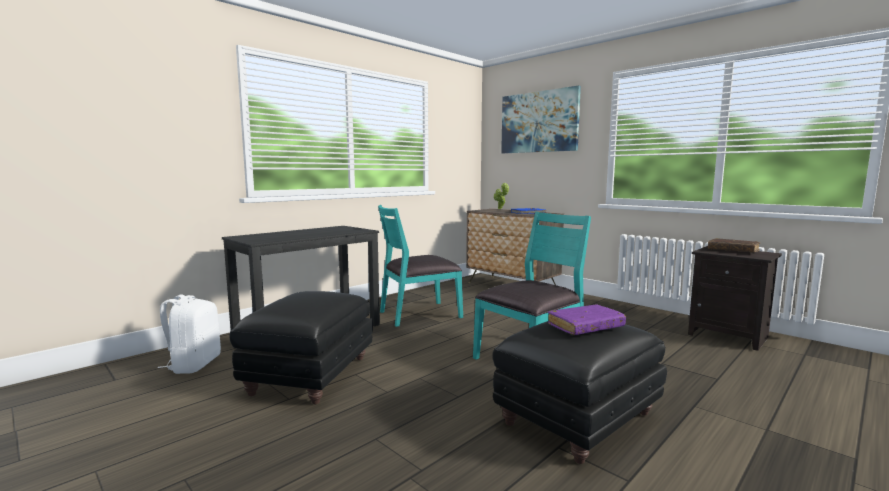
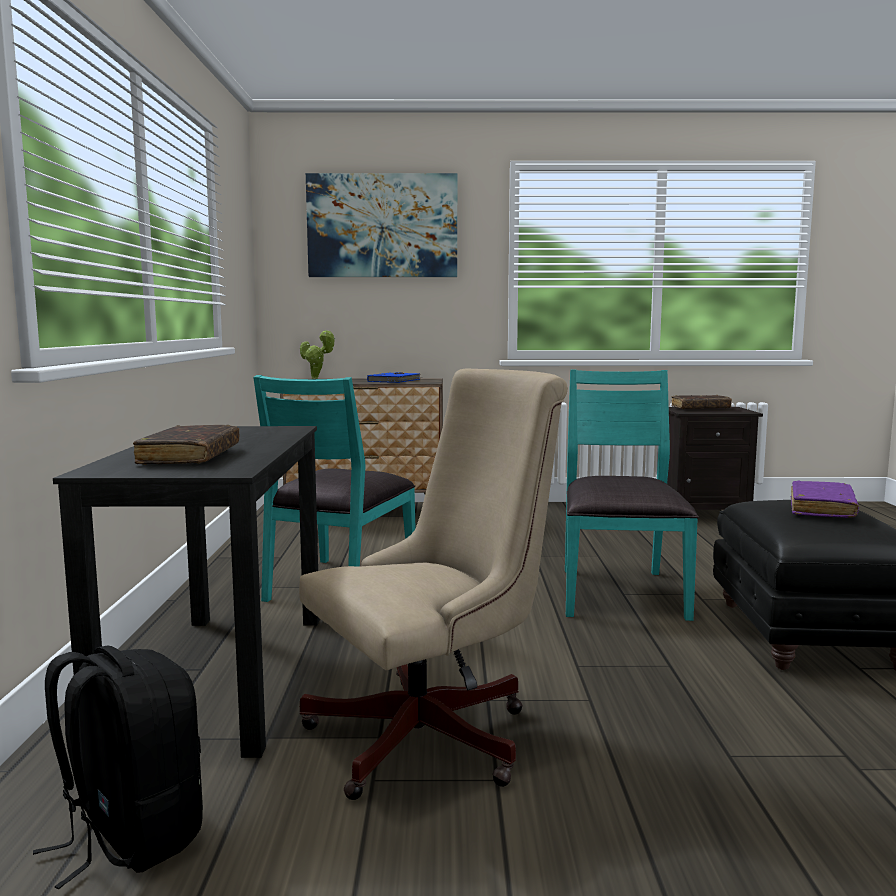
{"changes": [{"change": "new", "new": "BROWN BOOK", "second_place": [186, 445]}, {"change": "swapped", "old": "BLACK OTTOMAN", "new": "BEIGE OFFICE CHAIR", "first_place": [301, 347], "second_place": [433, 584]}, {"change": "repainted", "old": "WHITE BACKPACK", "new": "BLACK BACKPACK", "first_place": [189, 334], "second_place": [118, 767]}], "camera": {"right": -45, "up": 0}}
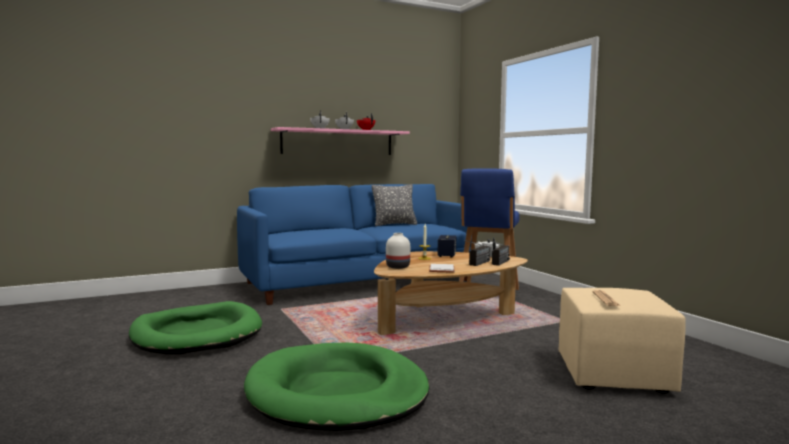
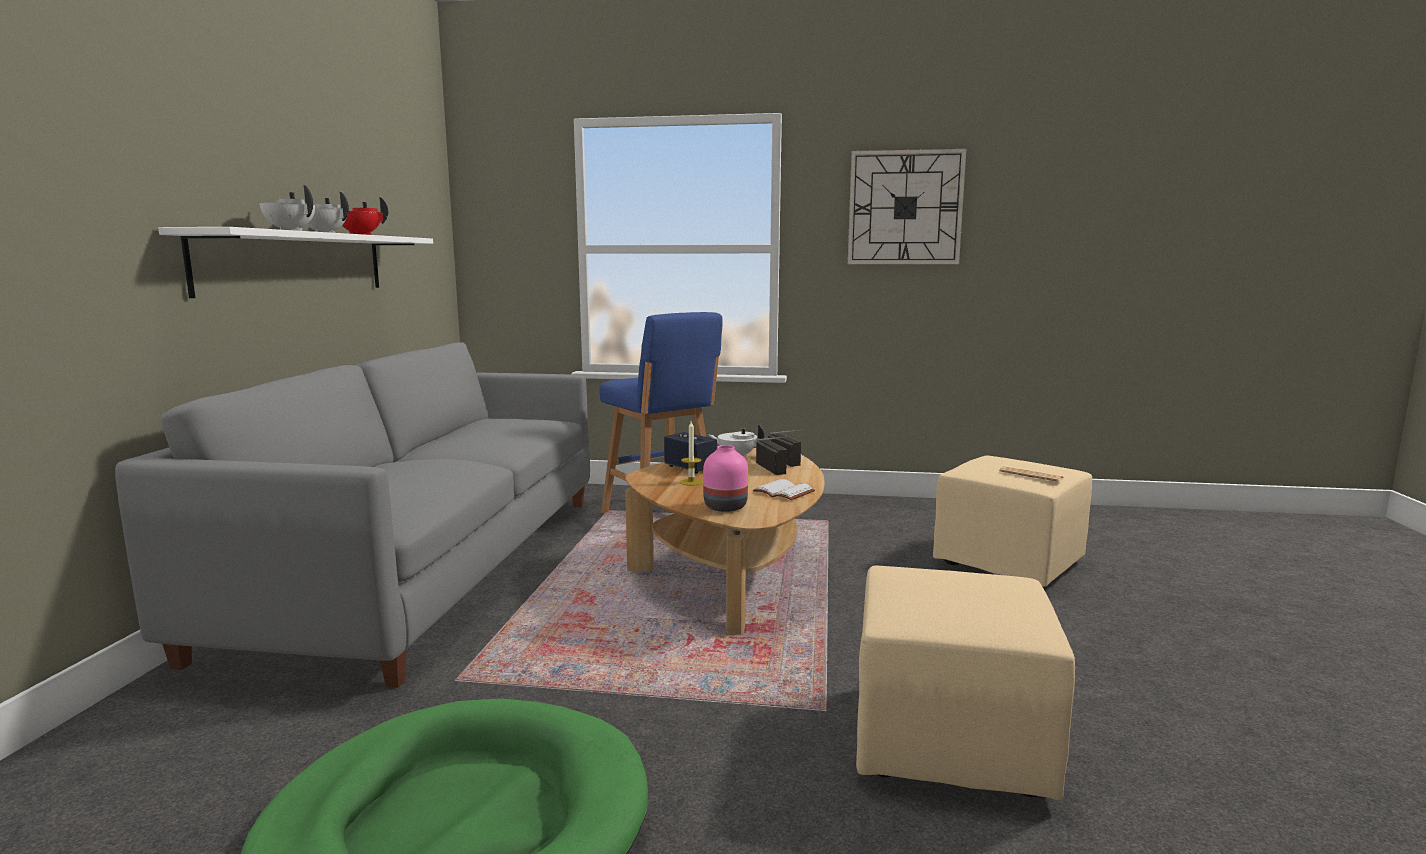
{"changes": [{"change": "gone", "old": "GREY PILLOW", "first_place": [394, 205]}, {"change": "new", "new": "WALL CLOCK", "second_place": [907, 206]}, {"change": "swapped", "old": "GREEN DOG BED", "new": "BEIGE OTTOMAN", "first_place": [336, 387], "second_place": [965, 683]}, {"change": "repainted", "old": "BLUE SOFA", "new": "GREY SOFA", "first_place": [354, 244], "second_place": [352, 515]}, {"change": "repainted", "old": "PINK SHELF", "new": "WHITE SHELF", "first_place": [340, 141], "second_place": [296, 262]}, {"change": "repainted", "old": "WHITE VASE", "new": "PINK VASE", "first_place": [398, 251], "second_place": [725, 478]}], "camera": {"right": -55, "up": 5}}
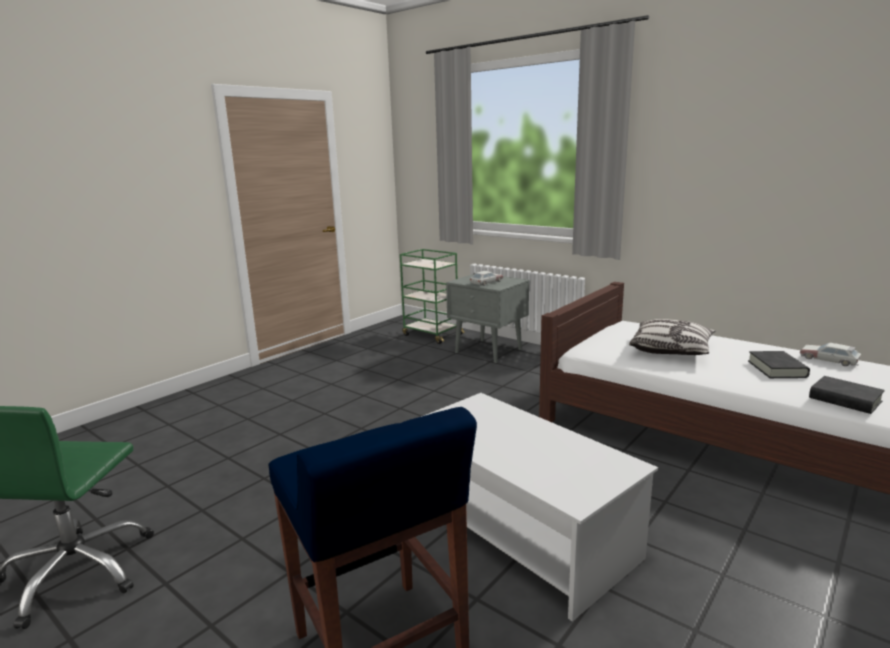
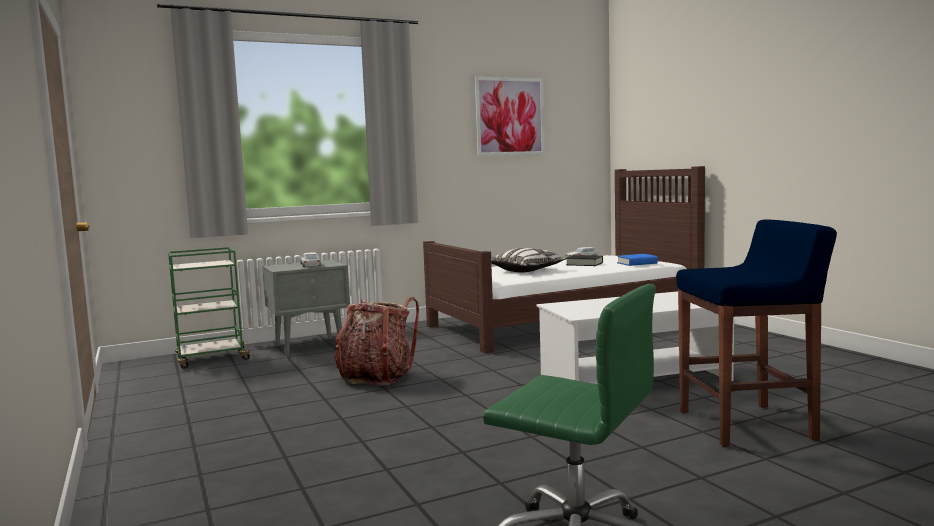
{"changes": [{"change": "new", "new": "BACKPACK", "second_place": [376, 341]}, {"change": "new", "new": "PICTURE", "second_place": [510, 116]}, {"change": "repainted", "old": "BLACK BOOK", "new": "BLUE BOOK", "first_place": [847, 395], "second_place": [637, 260]}], "camera": {"right": -65, "up": -10}}
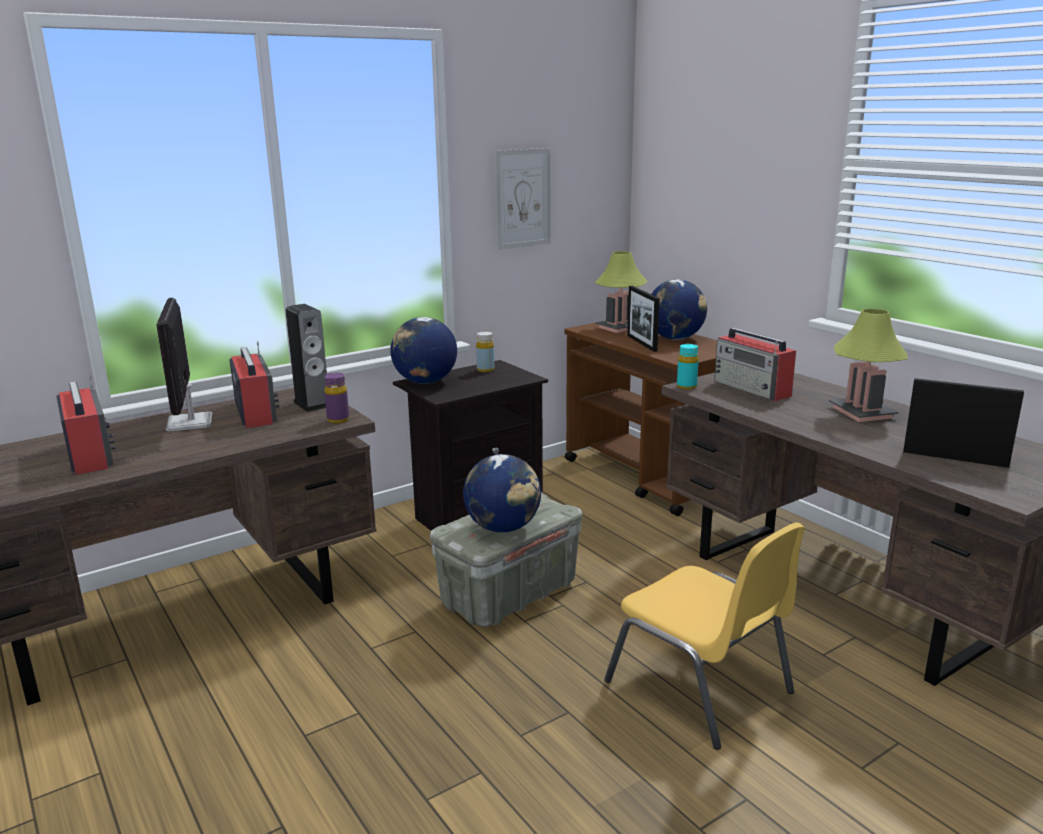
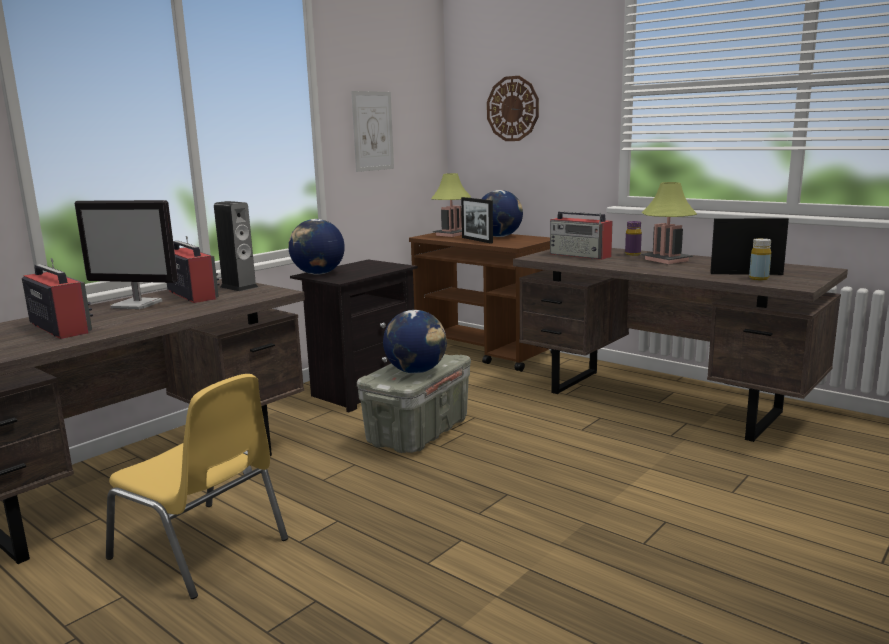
{"changes": [{"change": "gone", "old": "TURQUOISE BOTTLE", "first_place": [687, 367]}, {"change": "new", "new": "WALL CLOCK", "second_place": [513, 108]}, {"change": "shifted", "old": "PURPLE BOTTLE", "first_place": [336, 398], "second_place": [633, 238]}, {"change": "shifted", "old": "YELLOW BOTTLE", "first_place": [485, 351], "second_place": [760, 259]}, {"change": "shifted", "old": "YELLOW CHAIR", "first_place": [704, 636], "second_place": [197, 486]}, {"change": "rotated", "old": "MONITOR", "first_place": [184, 364], "second_place": [126, 254], "degrees": -45}], "camera": {"right": -15, "up": -5}}
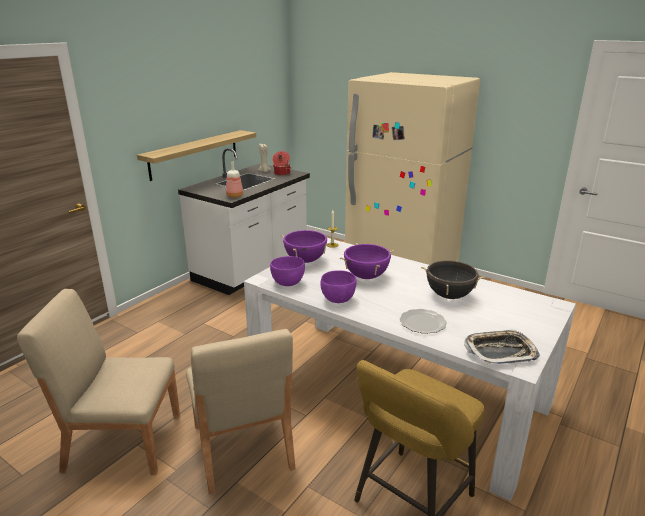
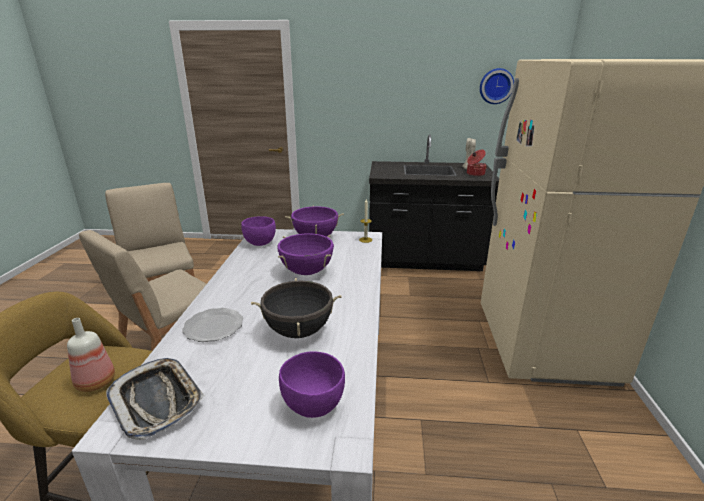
{"changes": [{"change": "gone", "old": "SHELF", "first_place": [196, 155]}, {"change": "new", "new": "WALL CLOCK", "second_place": [497, 86]}, {"change": "shifted", "old": "BOTTLE", "first_place": [234, 179], "second_place": [91, 355]}, {"change": "shifted", "old": "PURPLE BOWL", "first_place": [338, 286], "second_place": [312, 384]}, {"change": "repainted", "old": "WHITE COUNTER", "new": "BLACK COUNTER", "first_place": [244, 221], "second_place": [434, 202]}], "camera": {"right": 60, "up": 0}}
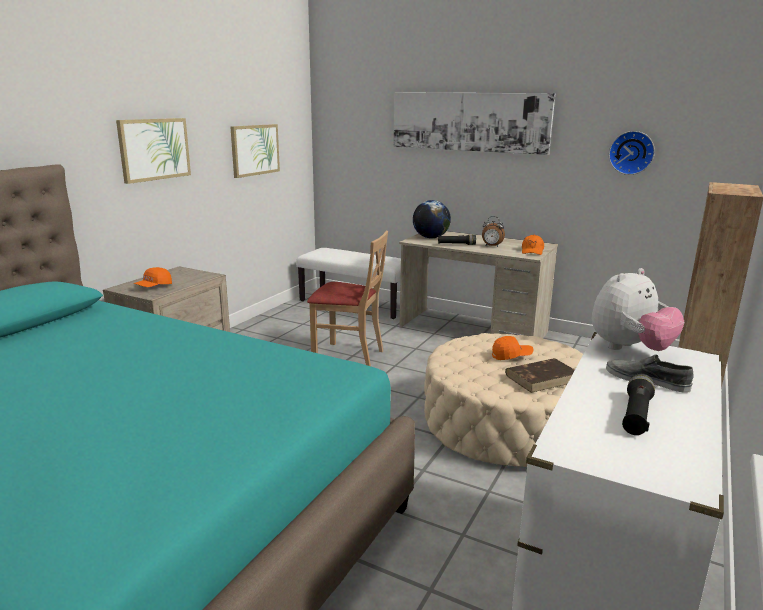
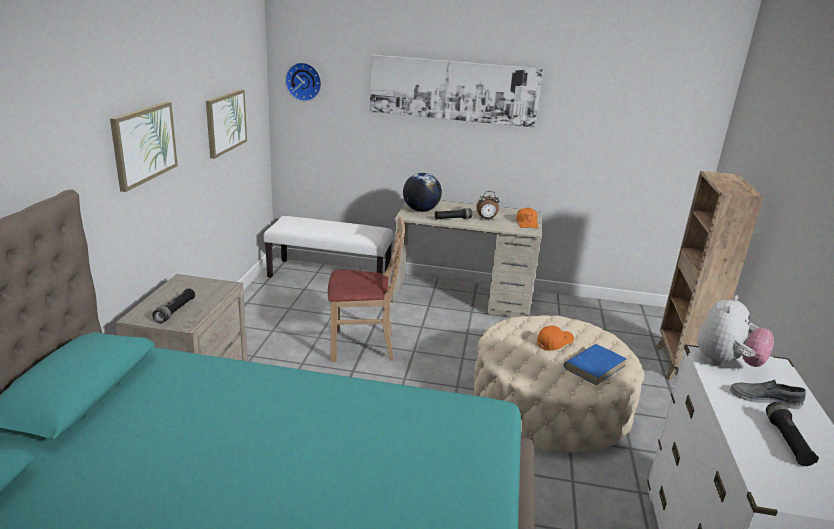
{"changes": [{"change": "shifted", "old": "WALL CLOCK", "first_place": [632, 153], "second_place": [303, 81]}, {"change": "swapped", "old": "ORANGE CAP", "new": "BLACK FLASHLIGHT", "first_place": [152, 277], "second_place": [173, 305]}, {"change": "repainted", "old": "BROWN BOOK", "new": "BLUE BOOK", "first_place": [540, 375], "second_place": [595, 364]}], "camera": {"right": -20, "up": 5}}
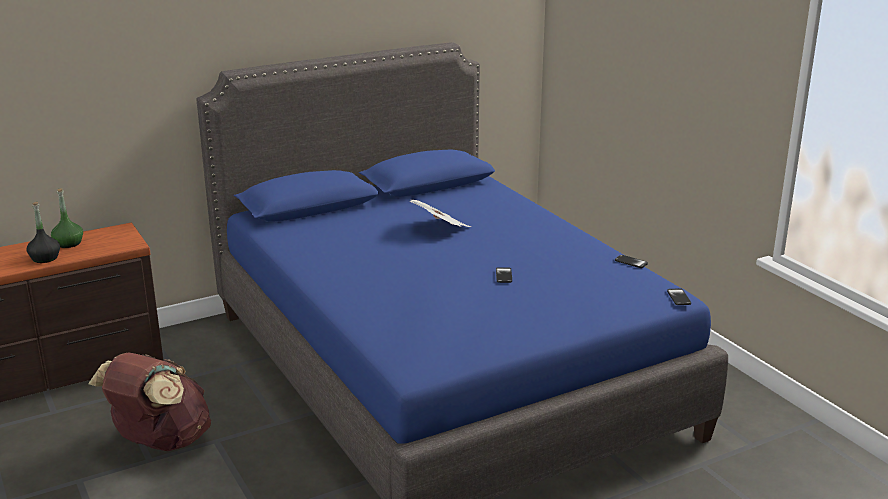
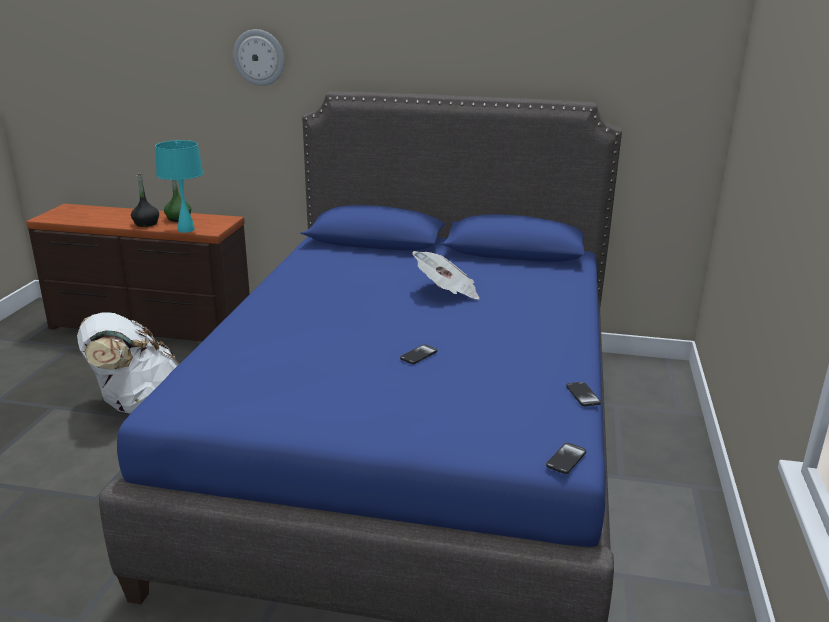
{"changes": [{"change": "new", "new": "TURQUOISE TABLE LAMP", "second_place": [179, 186]}, {"change": "new", "new": "WALL CLOCK", "second_place": [259, 57]}, {"change": "repainted", "old": "BROWN BACKPACK", "new": "WHITE BACKPACK", "first_place": [149, 402], "second_place": [128, 363]}], "camera": {"right": 40, "up": 0}}
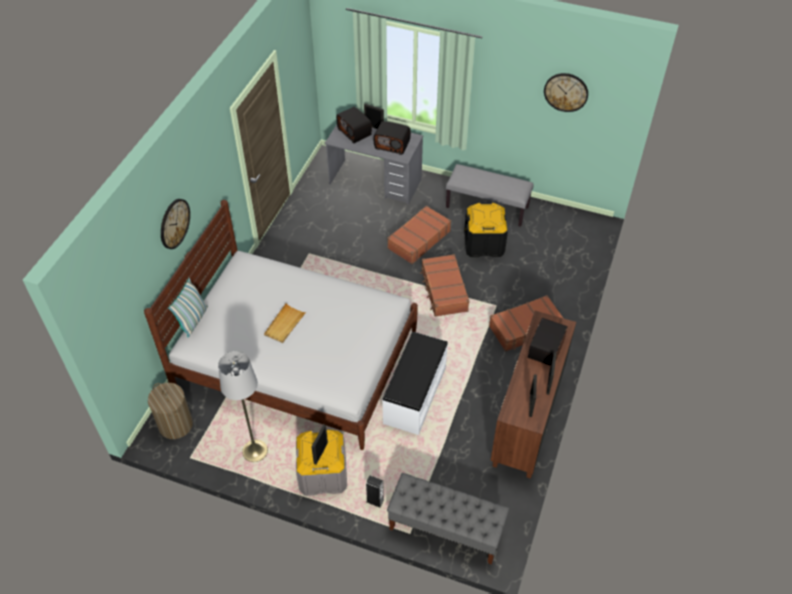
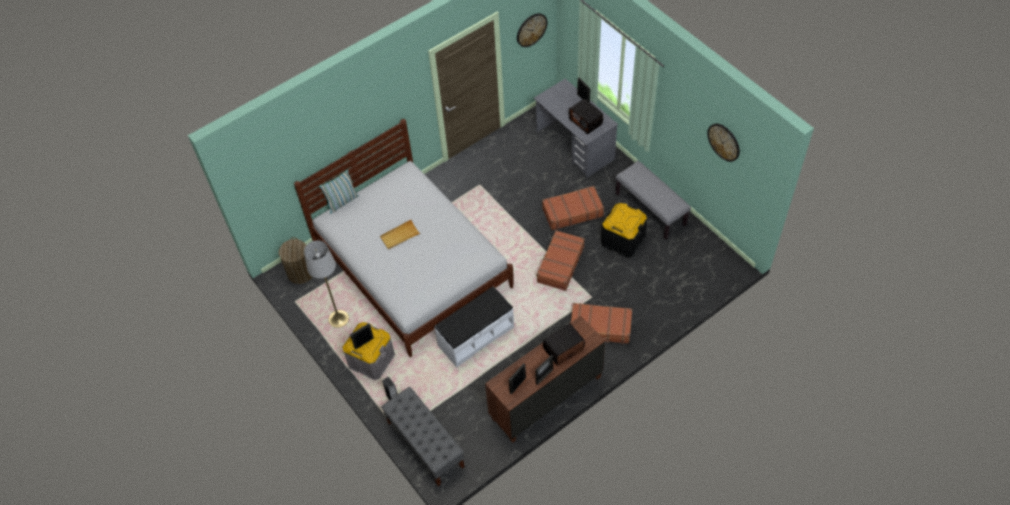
{"changes": [{"change": "gone", "old": "RADIO", "first_place": [354, 125]}, {"change": "shifted", "old": "WALL CLOCK", "first_place": [175, 224], "second_place": [532, 30]}], "camera": {"right": 35, "up": 5}}
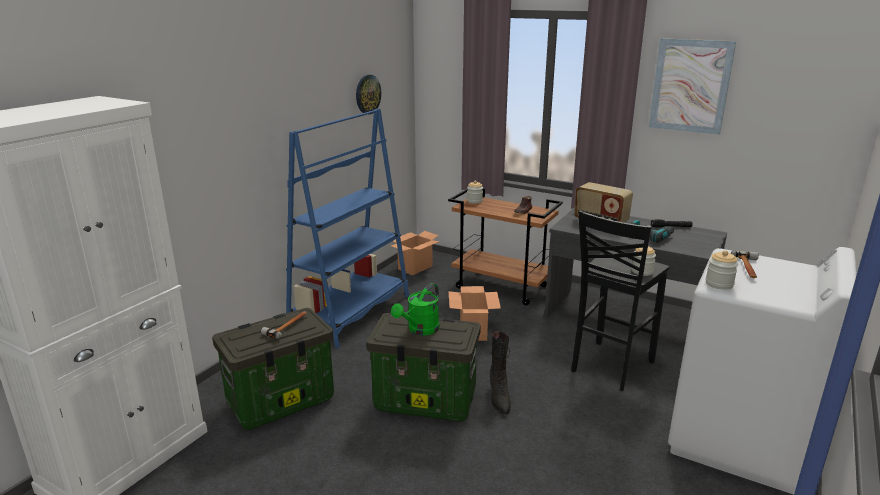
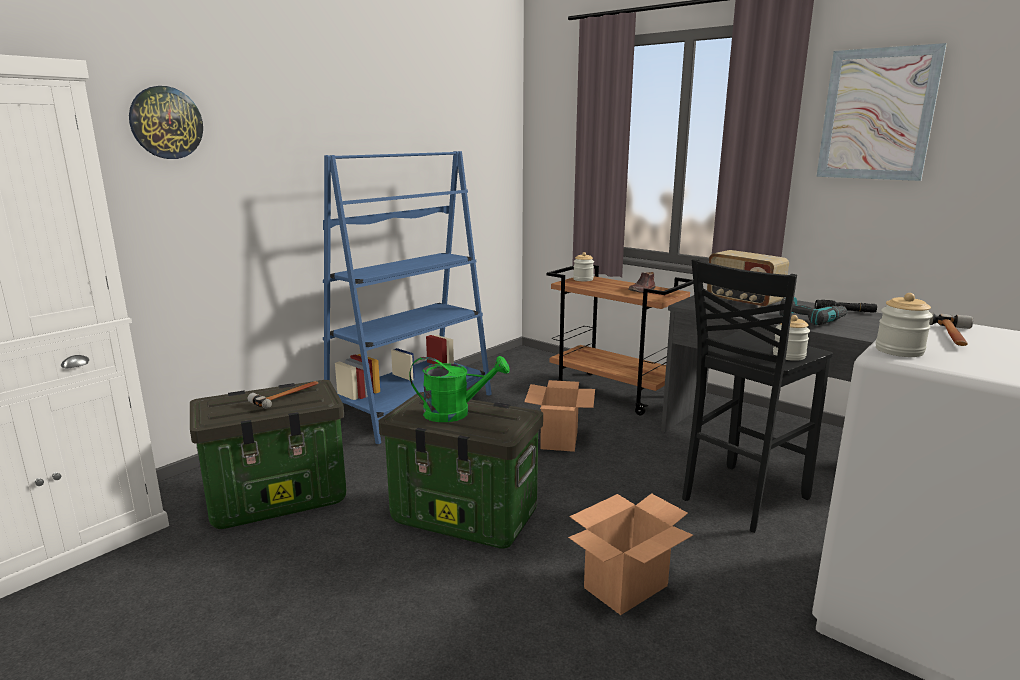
{"changes": [{"change": "gone", "old": "BLACK BOOT", "first_place": [500, 373]}, {"change": "shifted", "old": "WALL CLOCK", "first_place": [368, 94], "second_place": [166, 122]}, {"change": "shifted", "old": "CARDBOARD BOX", "first_place": [415, 253], "second_place": [630, 554]}, {"change": "rotated", "old": "GREEN WATERING CAN", "first_place": [415, 309], "second_place": [460, 389], "degrees": -135}], "camera": {"right": 10, "up": -5}}
